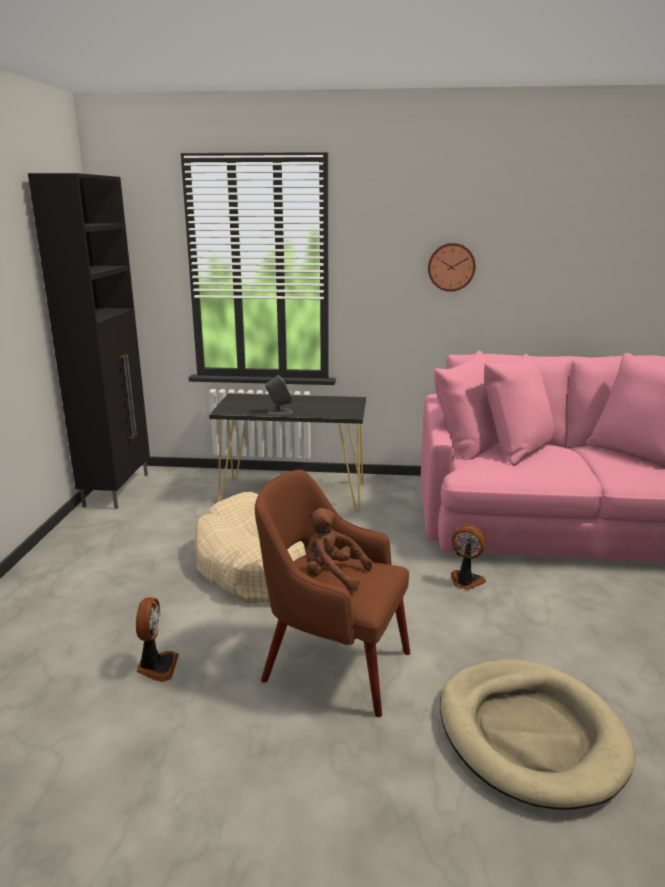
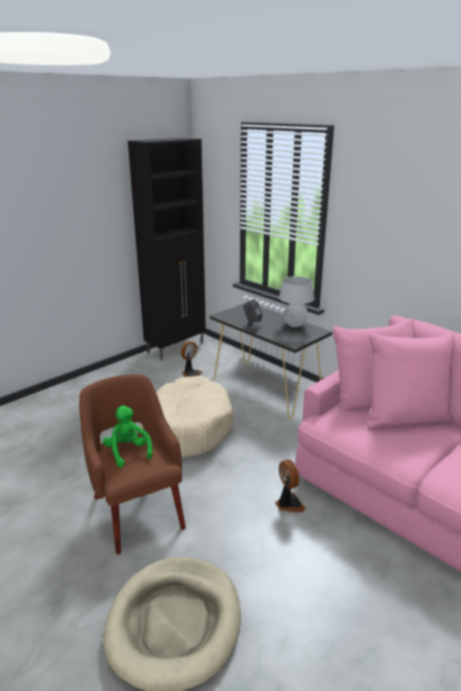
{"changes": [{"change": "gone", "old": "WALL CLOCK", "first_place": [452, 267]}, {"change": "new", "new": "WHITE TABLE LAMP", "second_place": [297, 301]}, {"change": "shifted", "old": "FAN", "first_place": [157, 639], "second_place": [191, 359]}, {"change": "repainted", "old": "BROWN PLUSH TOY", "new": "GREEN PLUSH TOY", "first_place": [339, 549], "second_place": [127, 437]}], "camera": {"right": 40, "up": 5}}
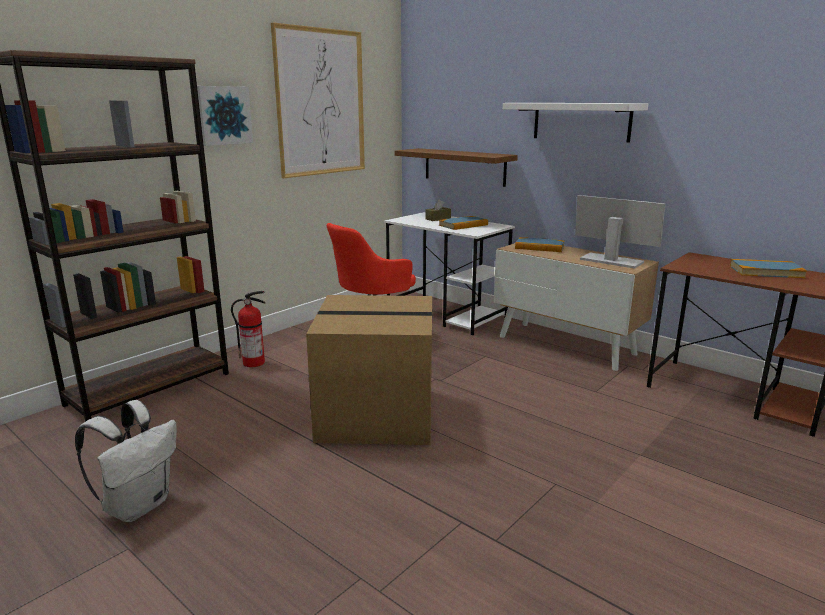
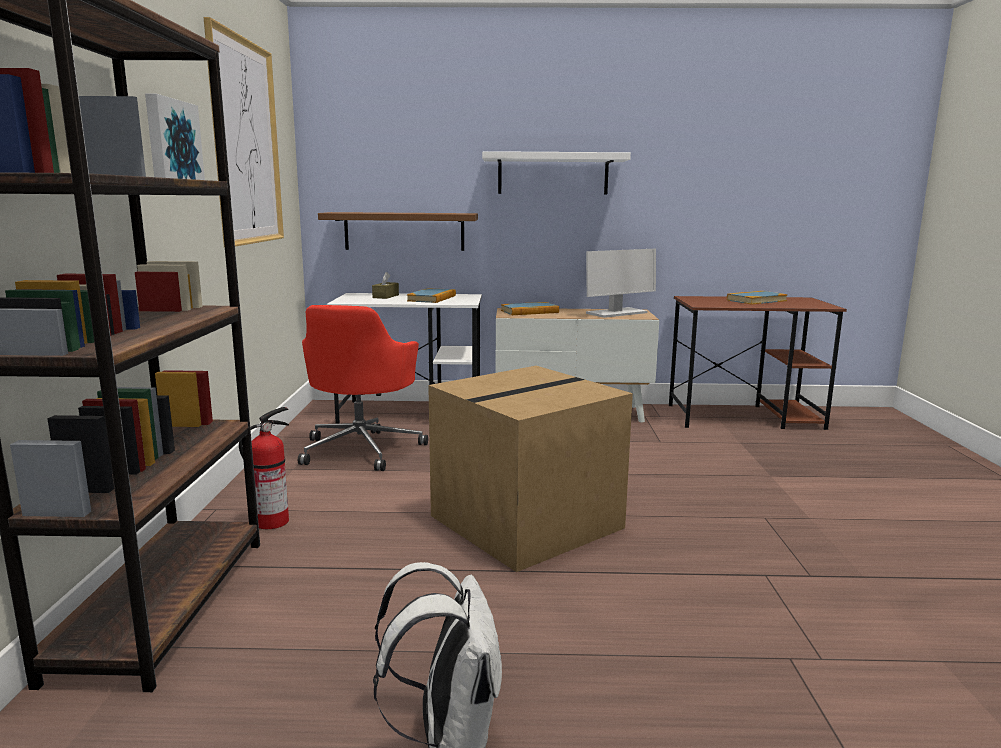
{"changes": [{"change": "rotated", "old": "MONITOR", "first_place": [620, 232], "second_place": [621, 283], "degrees": 150}], "camera": {"right": -40, "up": -5}}
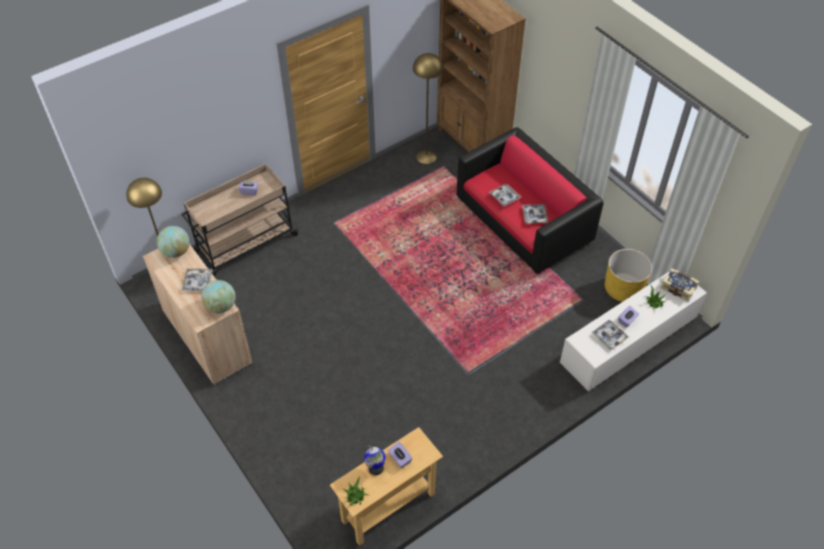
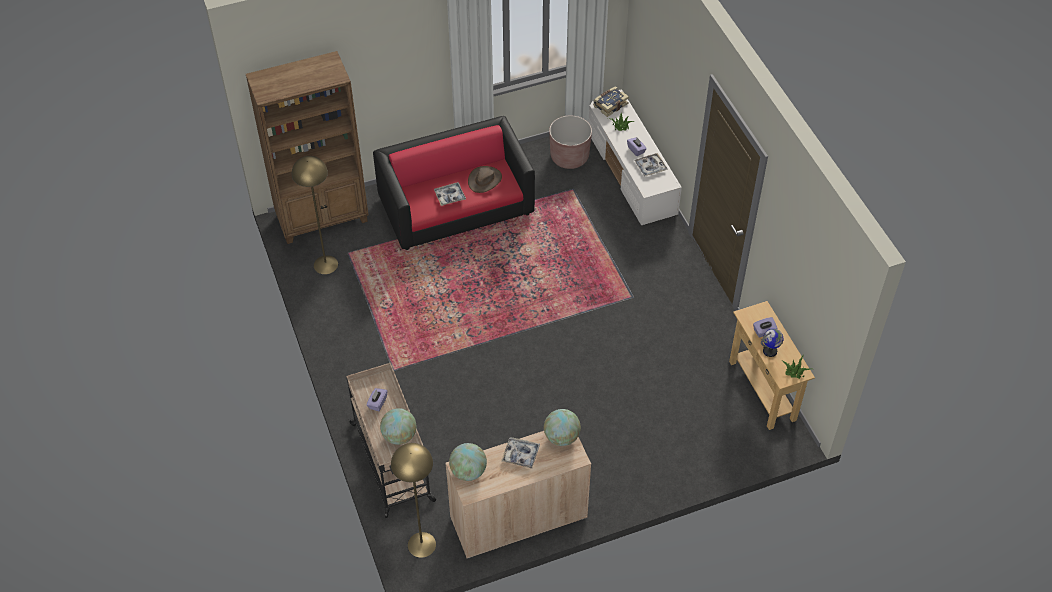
{"changes": [{"change": "new", "new": "GLOBE", "second_place": [398, 426]}, {"change": "swapped", "old": "TRAY", "new": "BROWN HAT", "first_place": [535, 214], "second_place": [485, 179]}, {"change": "repainted", "old": "YELLOW PLANTER", "new": "BROWN PLANTER", "first_place": [628, 275], "second_place": [570, 142]}], "camera": {"right": -75, "up": 0}}
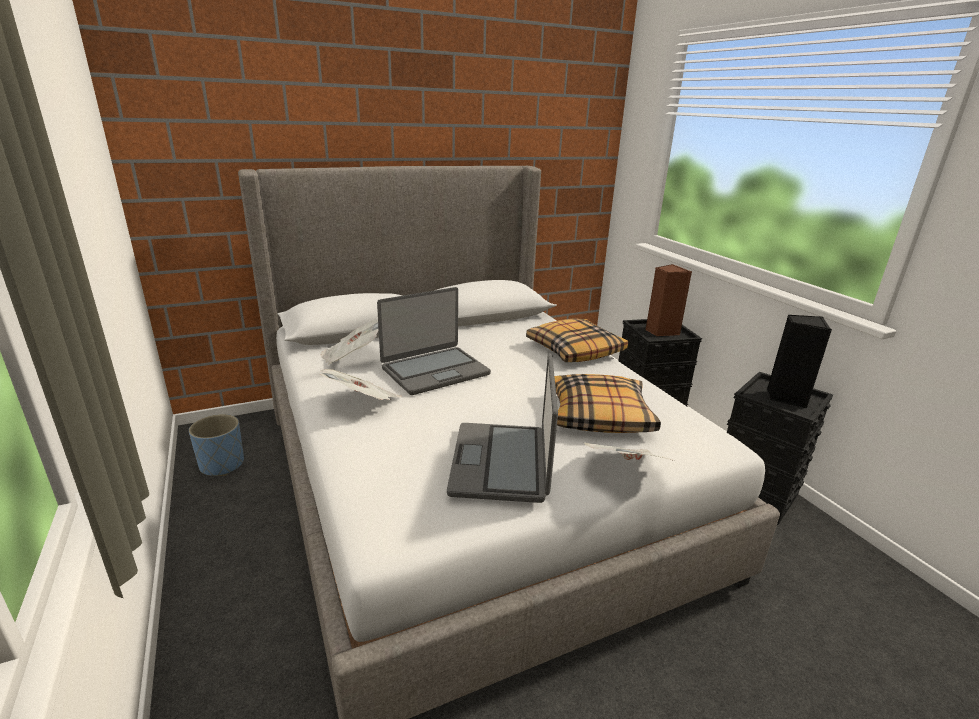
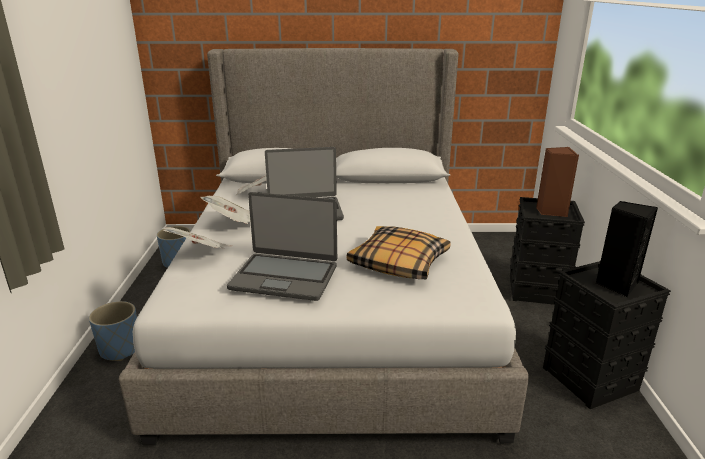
{"changes": [{"change": "gone", "old": "PILLOW", "first_place": [577, 340]}, {"change": "new", "new": "BLUE PLANTER", "second_place": [113, 331]}, {"change": "shifted", "old": "NEWSPAPER", "first_place": [629, 452], "second_place": [197, 237]}, {"change": "rotated", "old": "LAPTOP", "first_place": [502, 428], "second_place": [282, 246], "degrees": -105}], "camera": {"right": 25, "up": 0}}
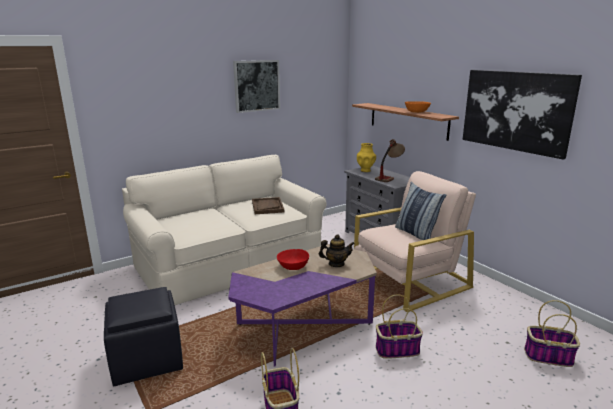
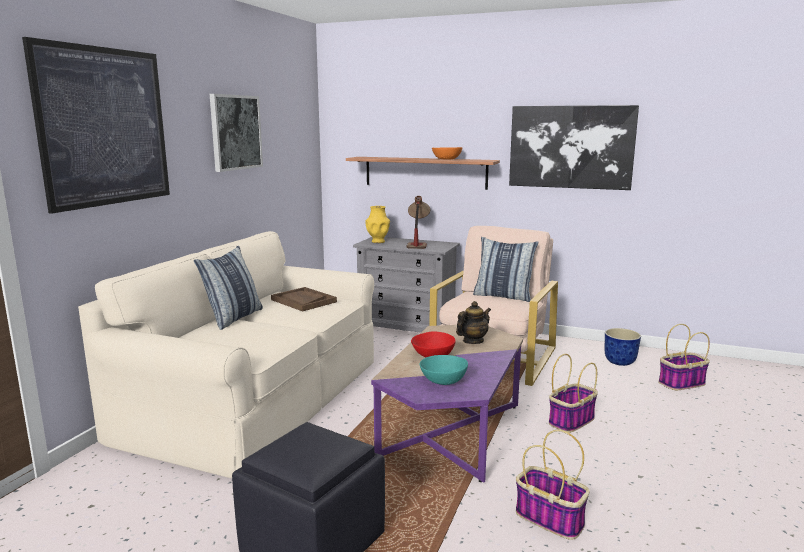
{"changes": [{"change": "new", "new": "PICTURE", "second_place": [96, 125]}, {"change": "new", "new": "PILLOW", "second_place": [228, 288]}, {"change": "new", "new": "TURQUOISE BOWL", "second_place": [443, 370]}, {"change": "new", "new": "PLANTER", "second_place": [623, 347]}], "camera": {"right": -35, "up": -5}}
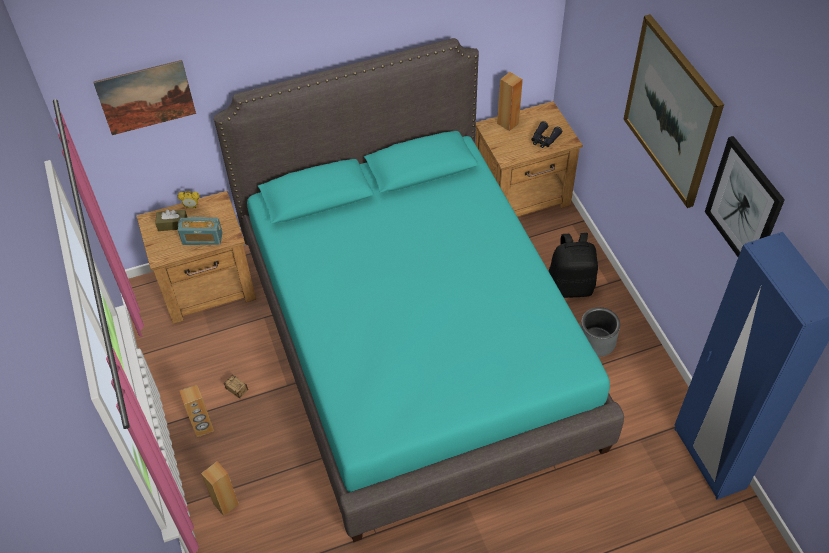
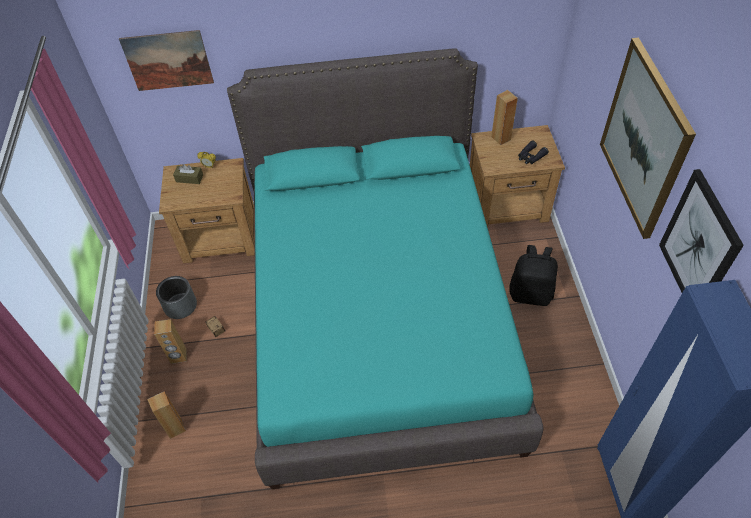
{"changes": [{"change": "gone", "old": "RADIO", "first_place": [200, 231]}, {"change": "shifted", "old": "GREY PLANTER", "first_place": [600, 332], "second_place": [176, 297]}], "camera": {"right": 15, "up": 0}}
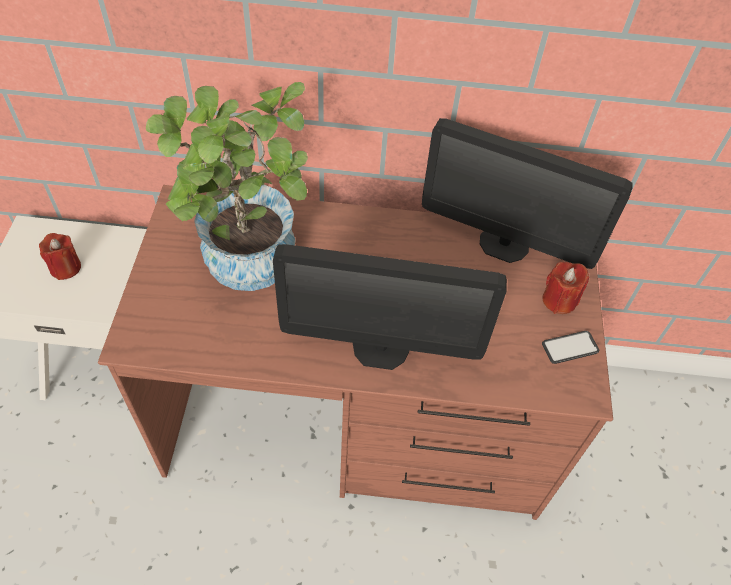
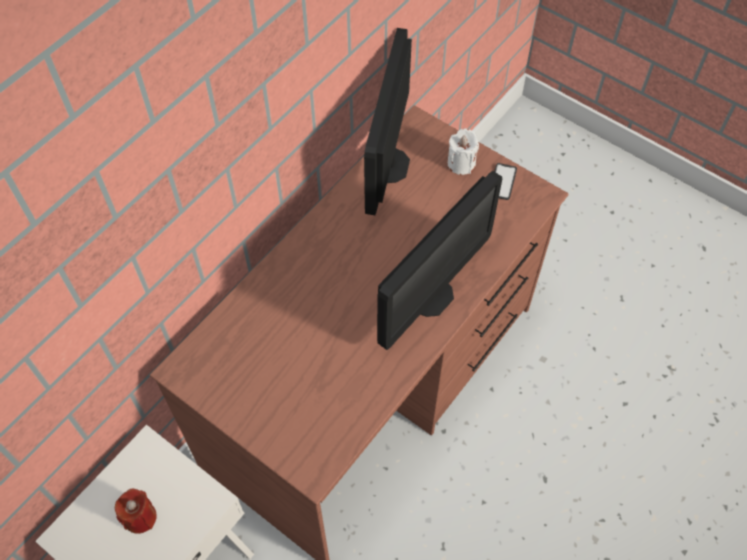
{"changes": [{"change": "gone", "old": "POTTED PLANT", "first_place": [227, 186]}, {"change": "repainted", "old": "RED CANDLE", "new": "WHITE CANDLE", "first_place": [565, 287], "second_place": [463, 151]}, {"change": "rotated", "old": "MONITOR", "first_place": [527, 193], "second_place": [388, 121], "degrees": 135}], "camera": {"right": -55, "up": 5}}
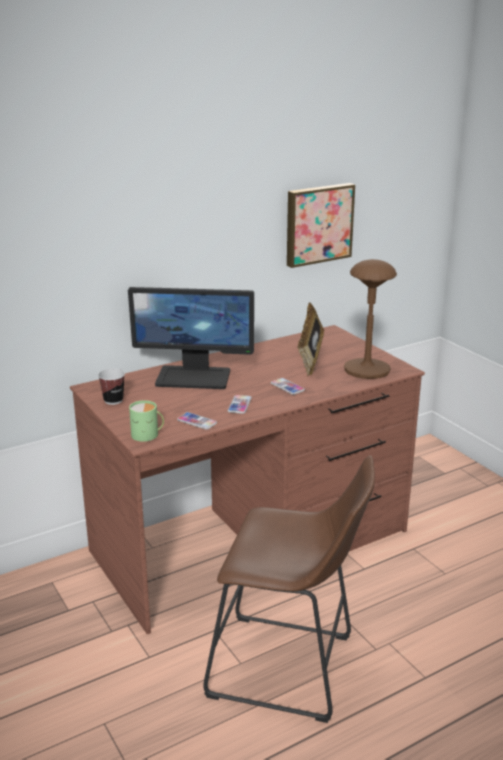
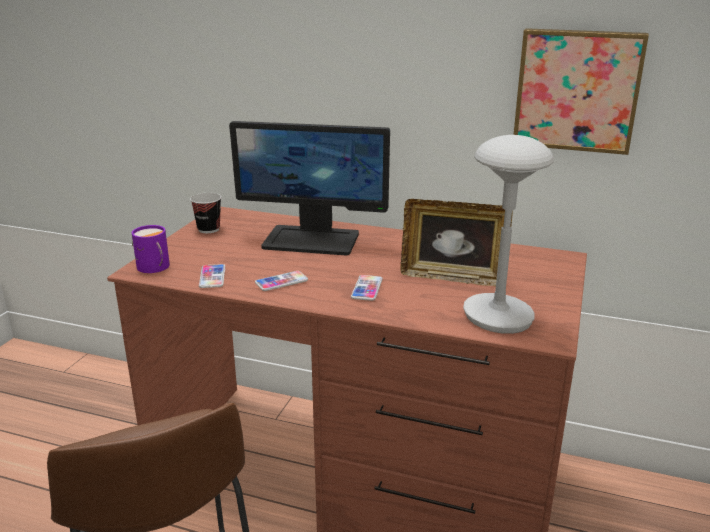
{"changes": [{"change": "repainted", "old": "GREEN MUG", "new": "PURPLE MUG", "first_place": [146, 421], "second_place": [151, 249]}, {"change": "repainted", "old": "BROWN TABLE LAMP", "new": "GREY TABLE LAMP", "first_place": [370, 319], "second_place": [508, 234]}, {"change": "rotated", "old": "MONITOR", "first_place": [191, 338], "second_place": [309, 188], "degrees": -45}, {"change": "rotated", "old": "PICTURE FRAME", "first_place": [310, 339], "second_place": [456, 242], "degrees": -120}], "camera": {"right": 50, "up": 0}}
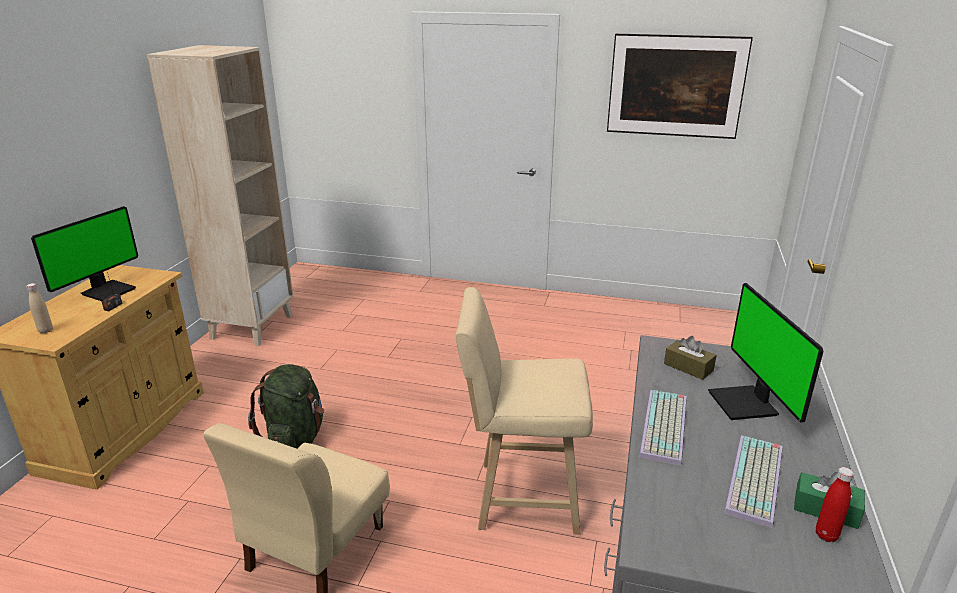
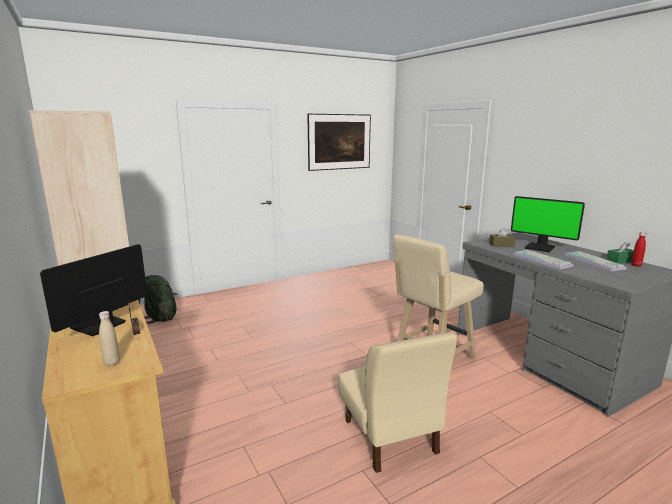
{"changes": [{"change": "shifted", "old": "GREEN BACKPACK", "first_place": [286, 406], "second_place": [157, 299]}, {"change": "rotated", "old": "MONITOR", "first_place": [84, 253], "second_place": [93, 290], "degrees": -135}], "camera": {"right": -45, "up": -10}}
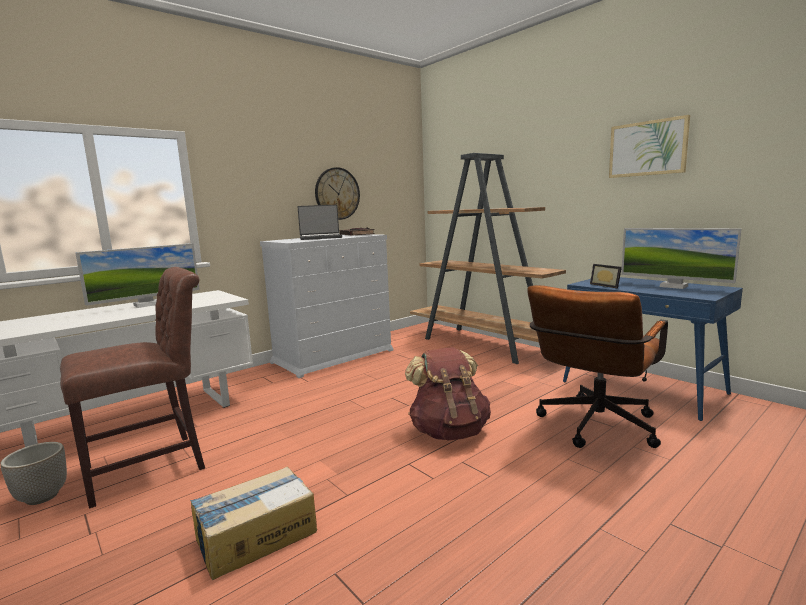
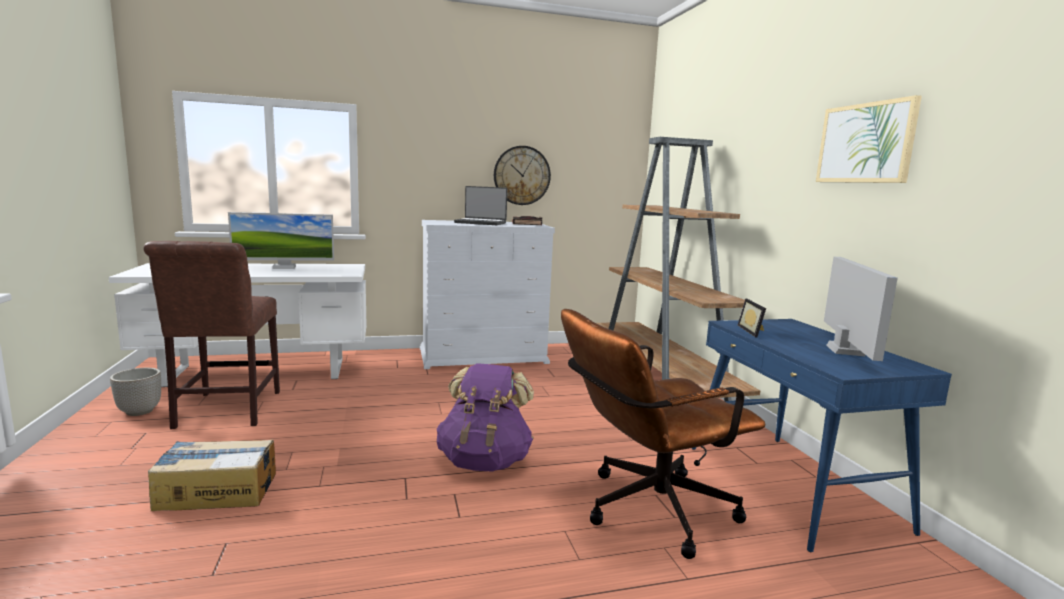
{"changes": [{"change": "repainted", "old": "BROWN BACKPACK", "new": "PURPLE BACKPACK", "first_place": [448, 394], "second_place": [485, 417]}, {"change": "rotated", "old": "BROWN CHAIR", "first_place": [132, 388], "second_place": [211, 335], "degrees": 90}, {"change": "rotated", "old": "MONITOR", "first_place": [681, 258], "second_place": [861, 308], "degrees": -150}], "camera": {"right": 25, "up": 0}}
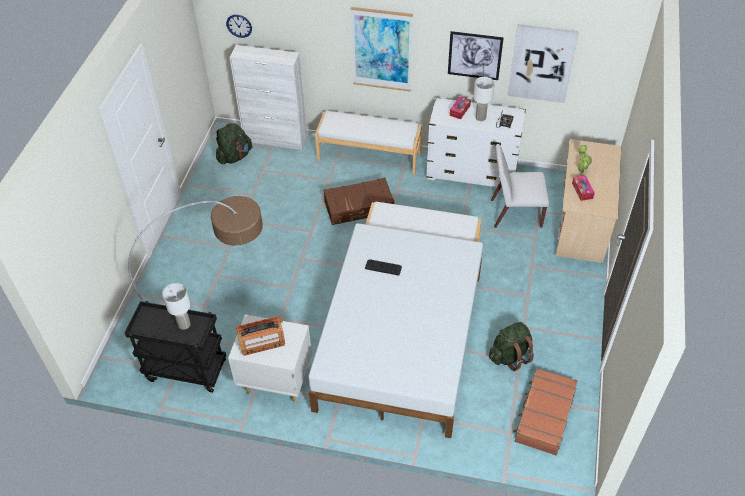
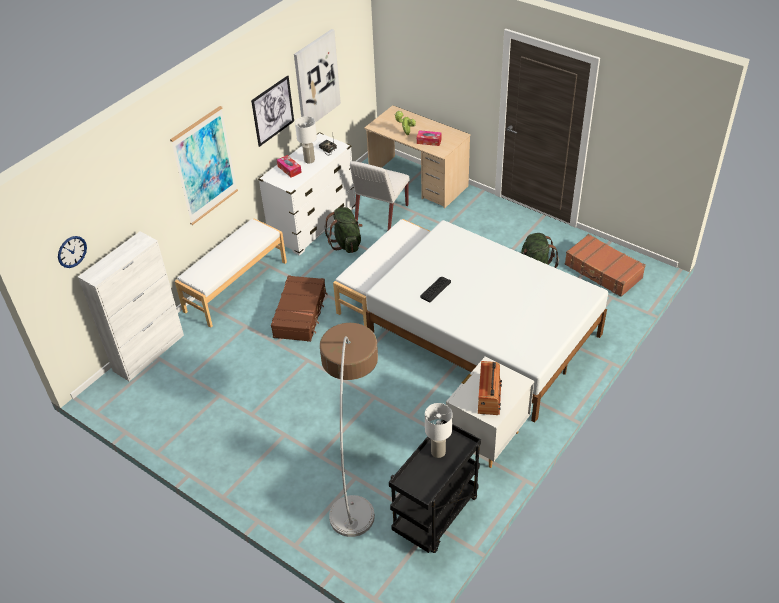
{"changes": [{"change": "shifted", "old": "GREEN BACKPACK", "first_place": [234, 143], "second_place": [343, 230]}], "camera": {"right": -65, "up": -5}}
